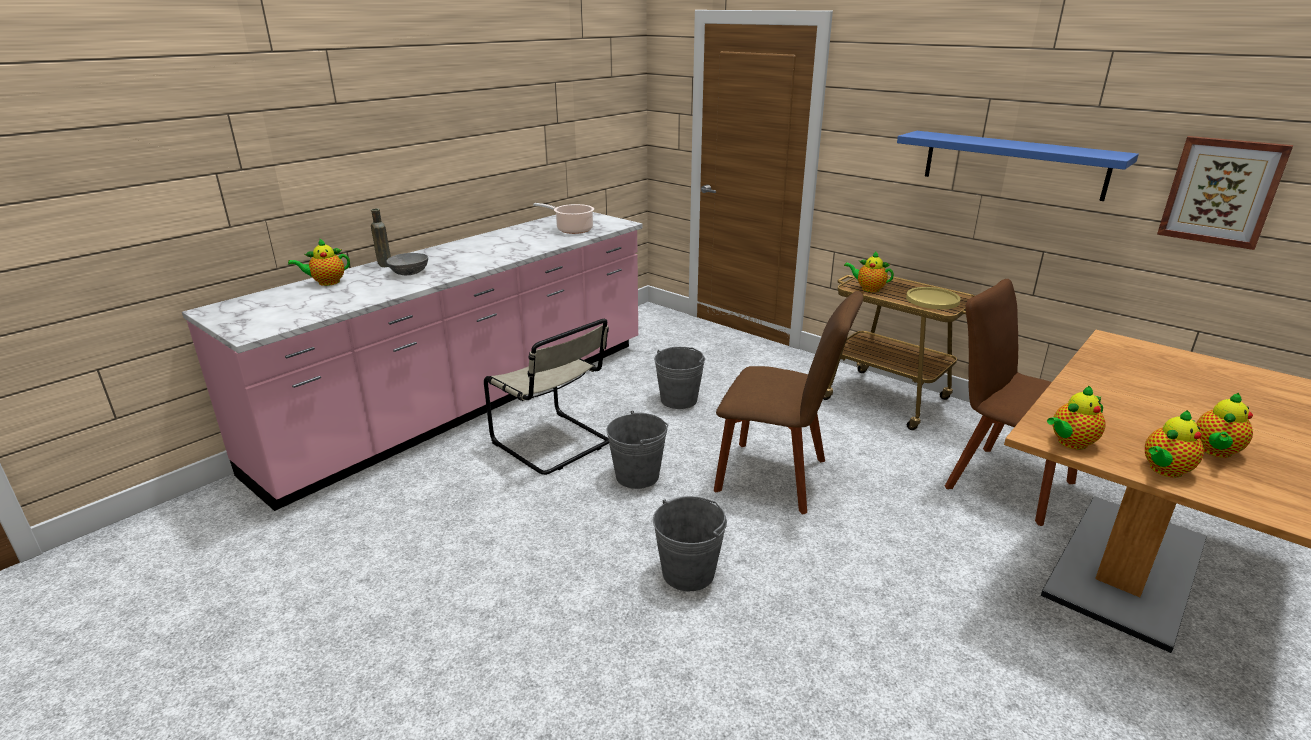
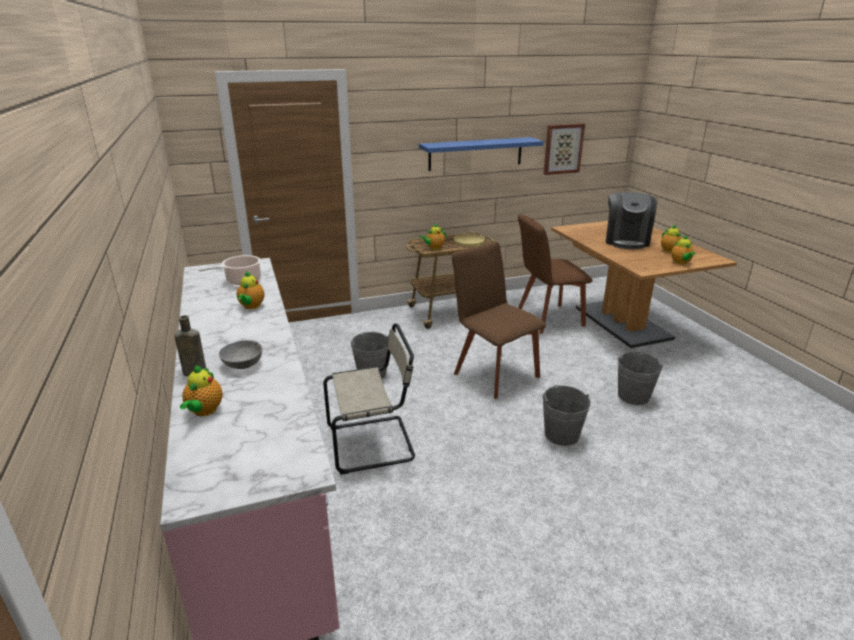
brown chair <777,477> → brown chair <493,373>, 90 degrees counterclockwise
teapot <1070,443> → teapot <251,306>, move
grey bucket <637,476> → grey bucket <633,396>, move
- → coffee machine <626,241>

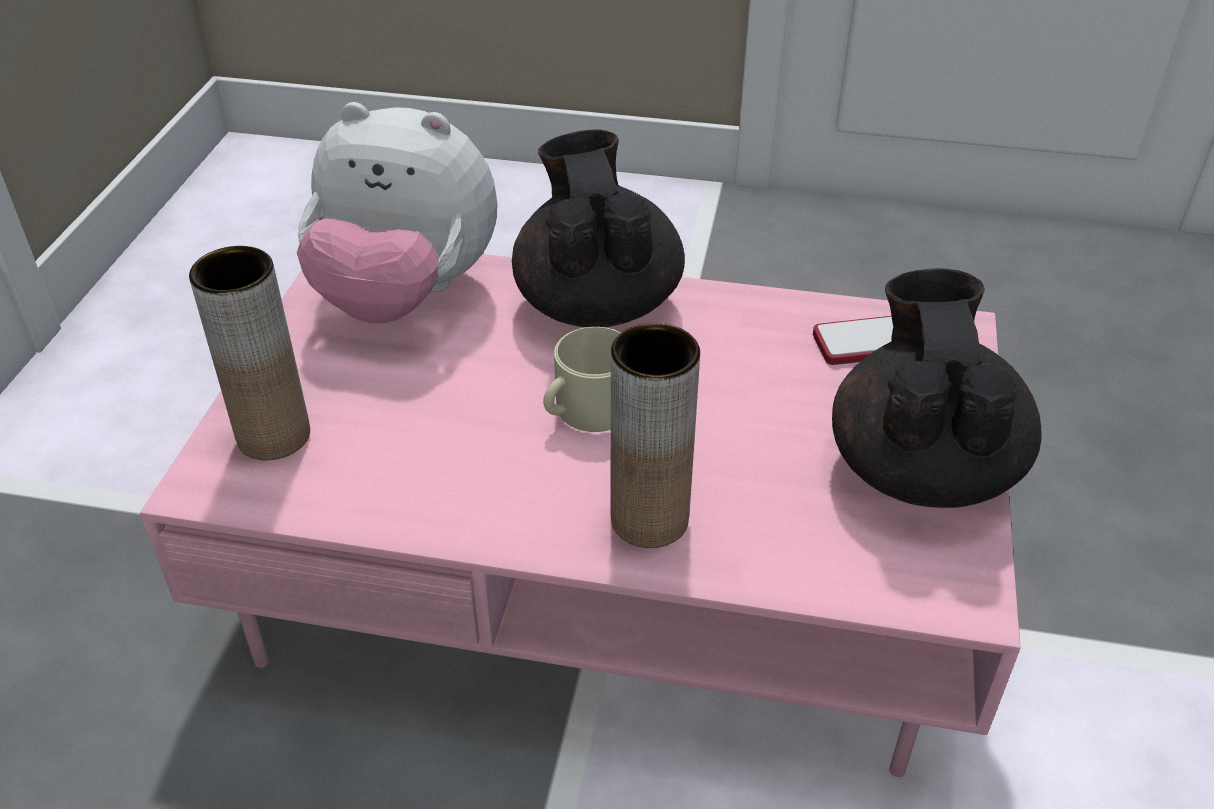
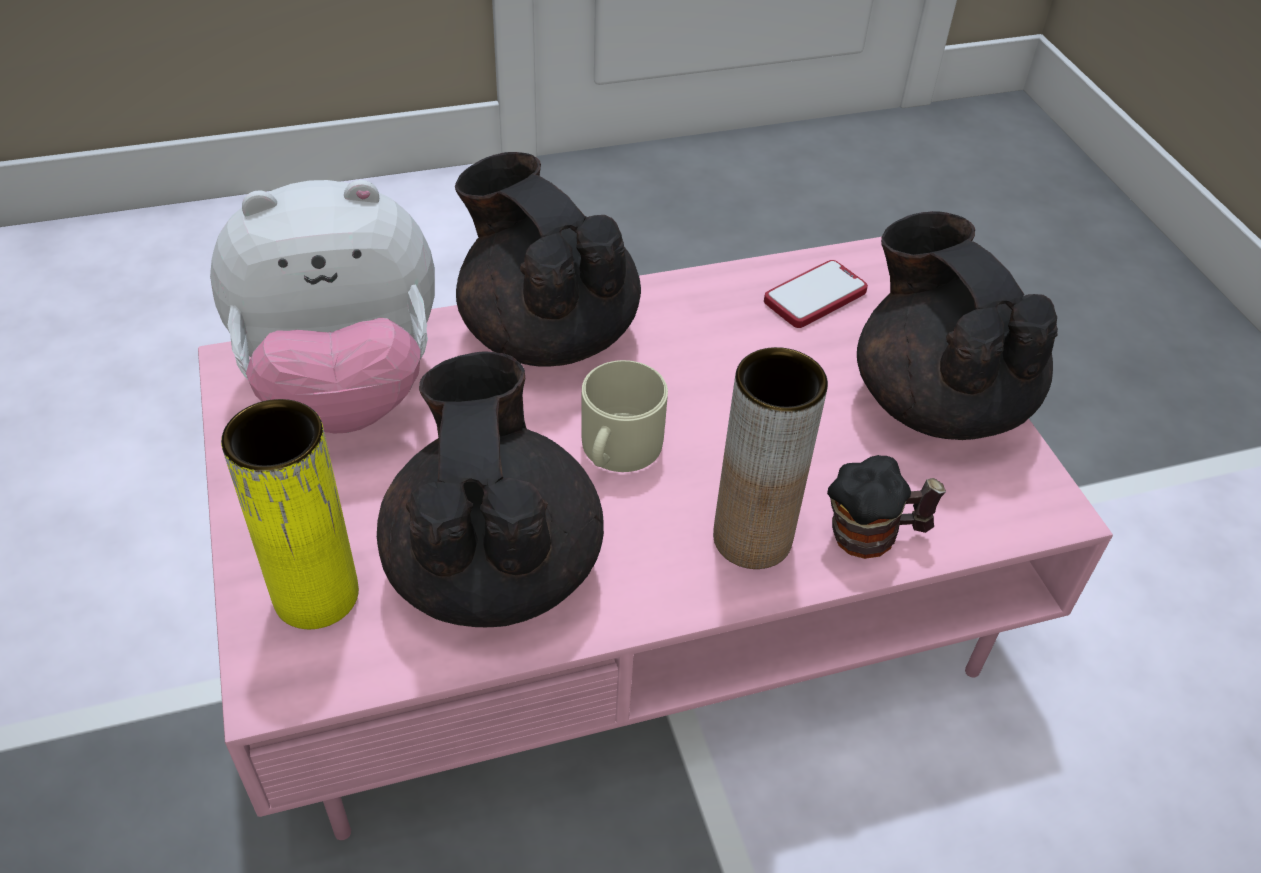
brown vase <274,436> → yellow vase <316,595>
- → black teapot <493,566>
- → mug <873,536>

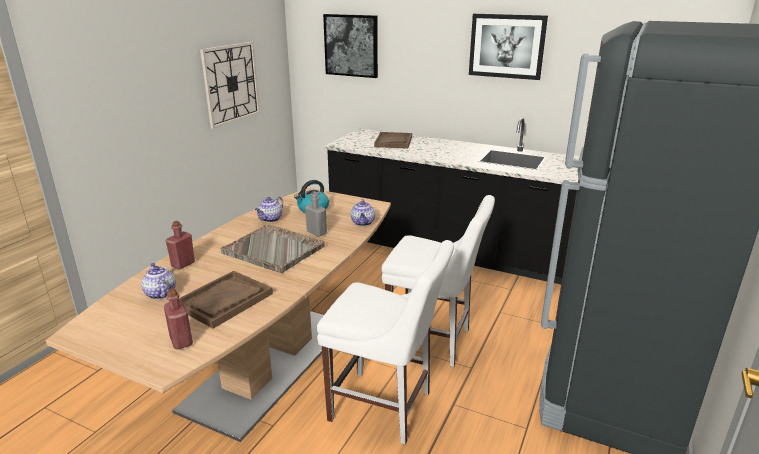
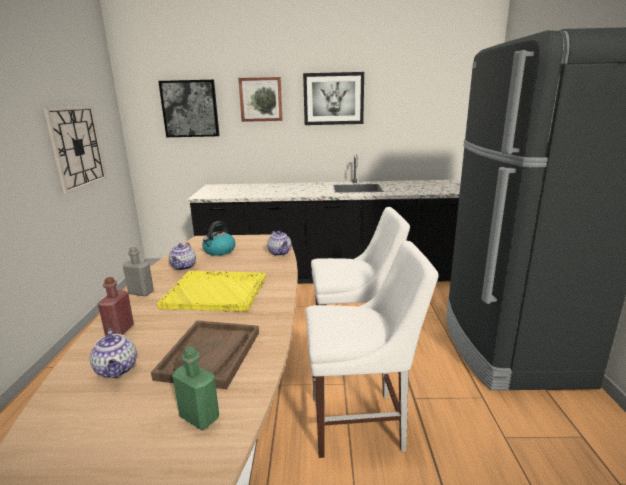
brown tray <393,141> → -
grey bottle <316,232> → grey bottle <141,292>, move
grey tray <274,250> → yellow tray <216,292>
teapot <160,293> → teapot <117,370>, 150 degrees counterclockwise
red bottle <181,341> → green bottle <199,417>
- → picture <261,99>

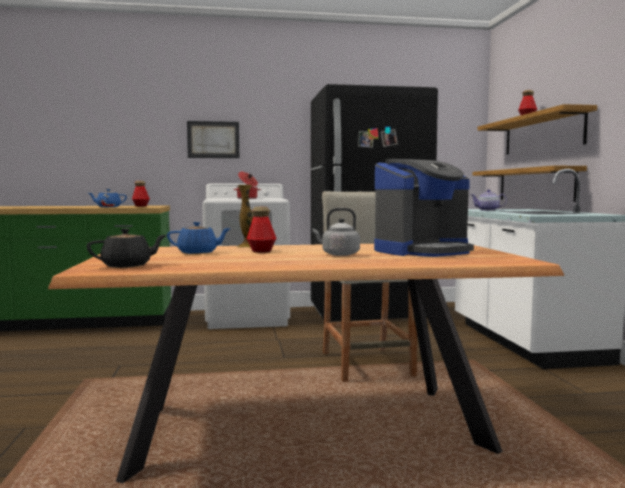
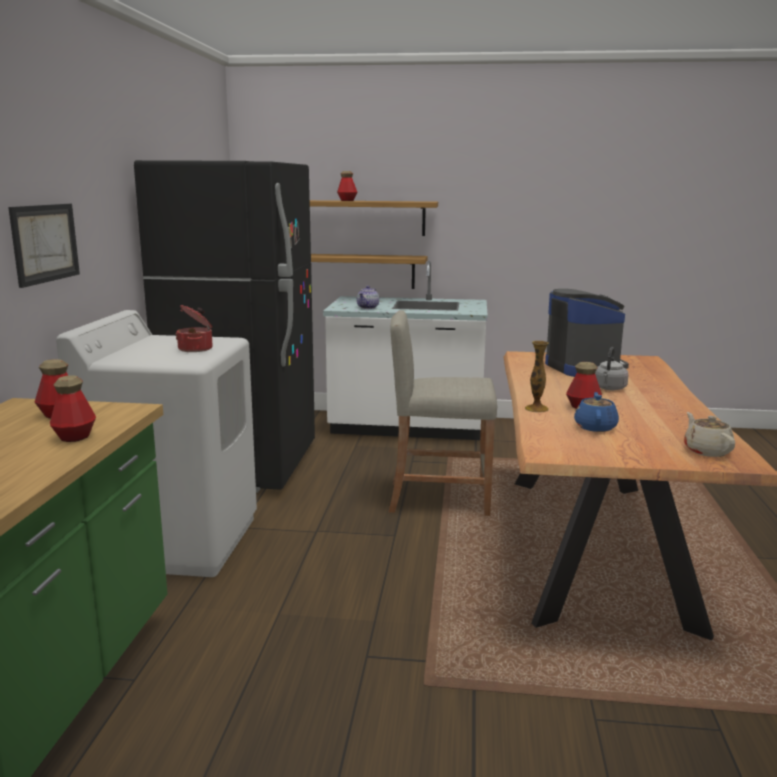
blue teapot <108,207> → bottle <75,437>
black teapot <128,266> → beige teapot <706,451>

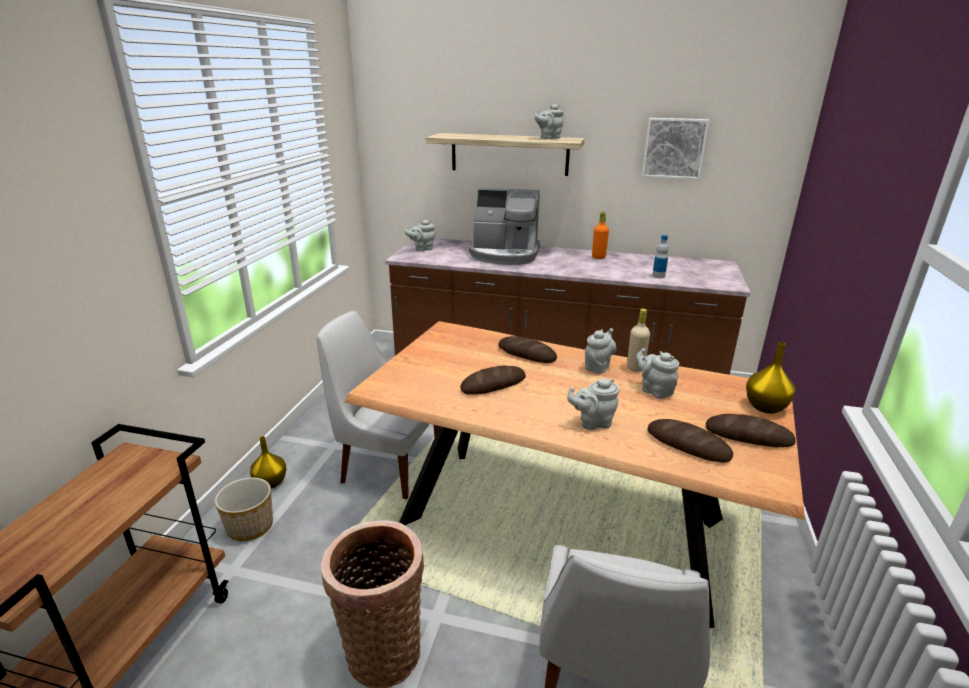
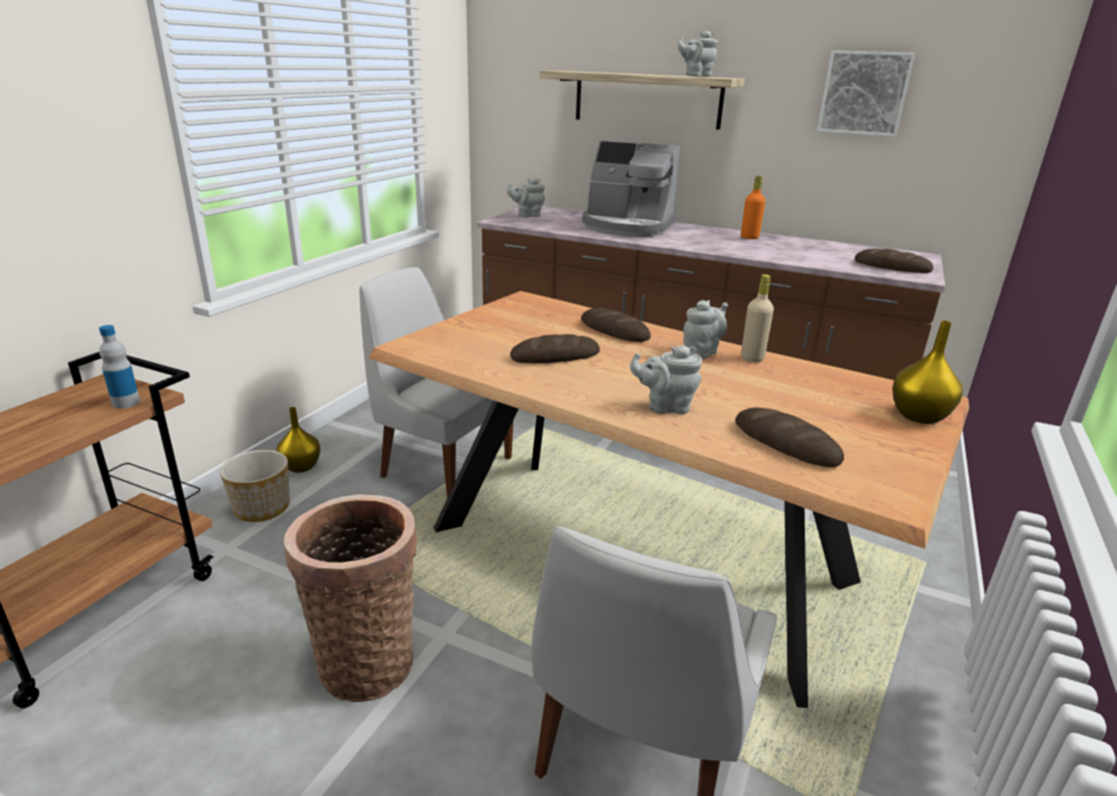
bottle <658,276> → bottle <126,403>, move
grey teapot <654,390> → -
bread <748,436> → bread <892,267>, move

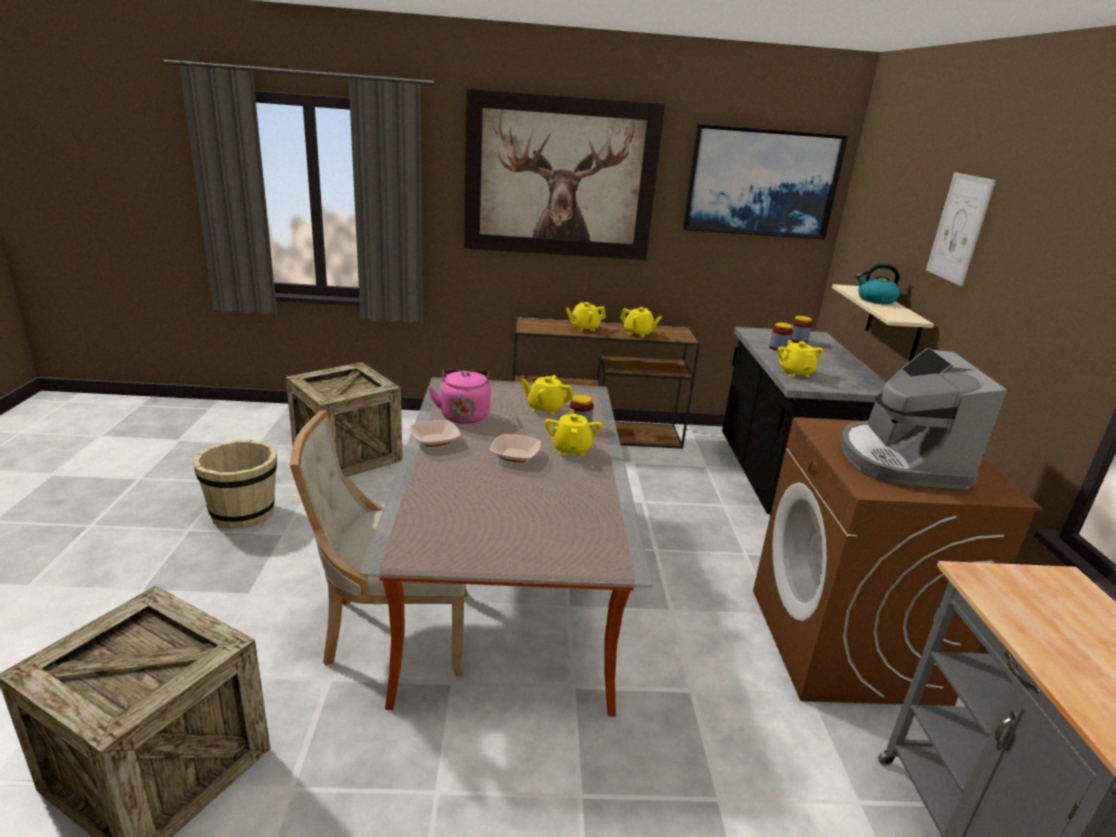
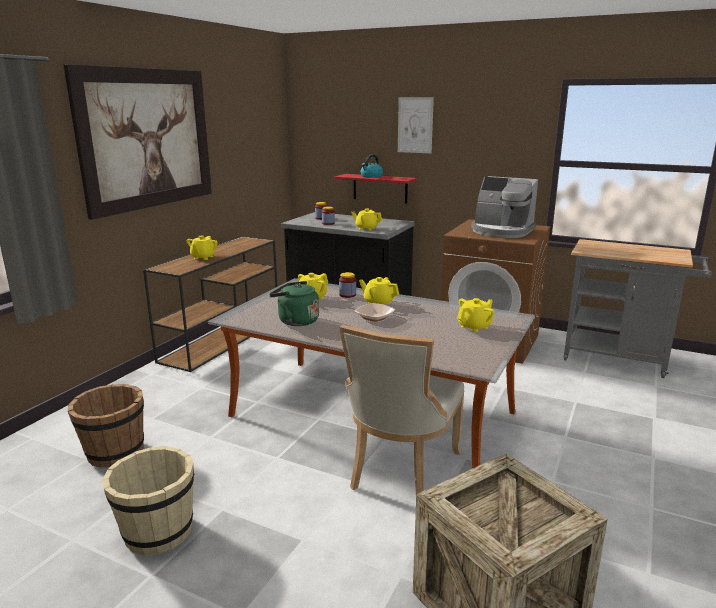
picture <762,182> → -
beige shelf <893,324> → red shelf <380,188>
yellow teapot <638,333> → yellow teapot <474,327>, move
crate <347,455> → brown bucket <114,453>
pink kettle <464,415> → green kettle <295,321>
bowl <435,440> → -

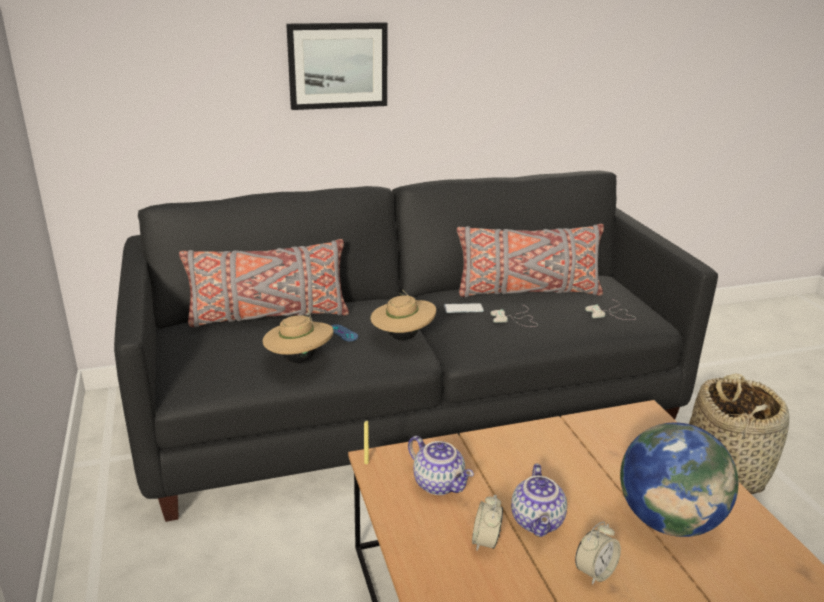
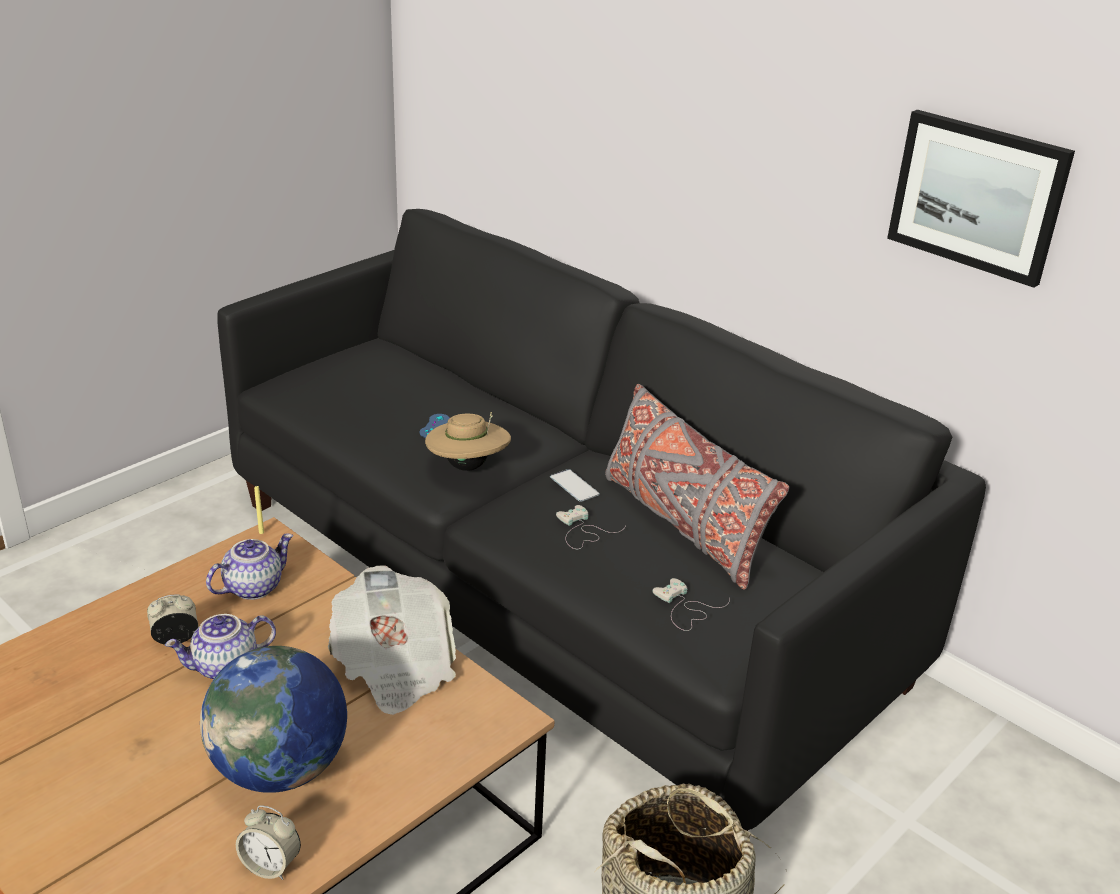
picture <337,65> → picture <977,196>, move
grey pillow <268,316> → -
beige hat <299,359> → -
teapot <439,484> → teapot <253,586>, 150 degrees counterclockwise
alarm clock <594,572> → alarm clock <271,865>, move
- → newspaper <394,666>

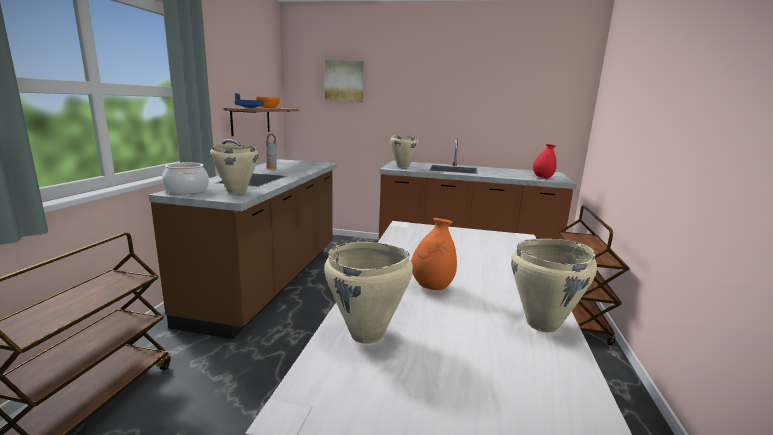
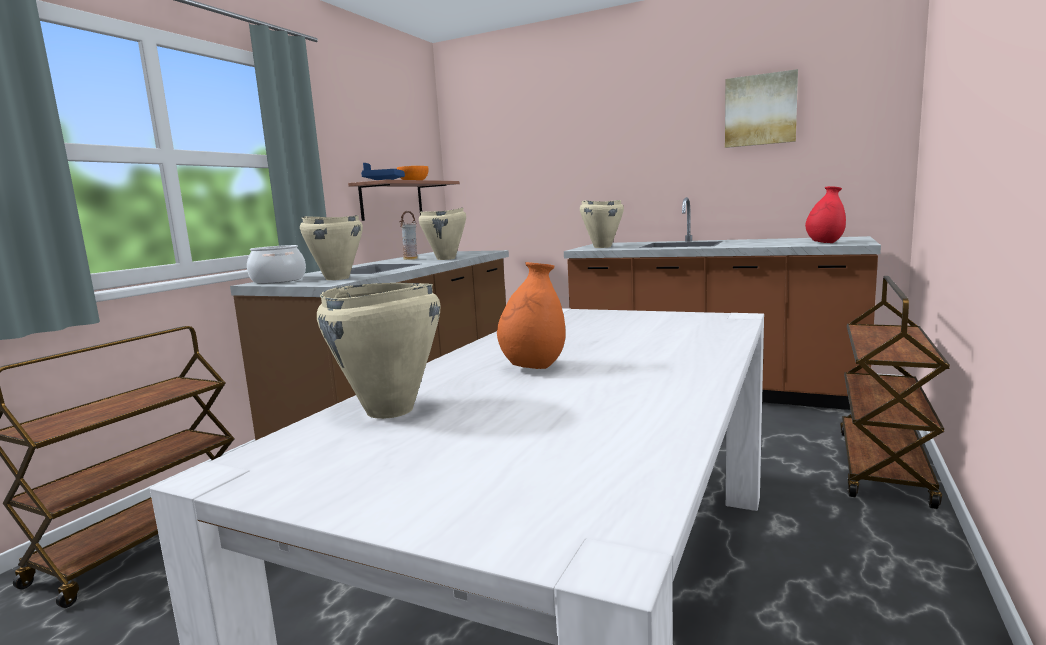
picture <344,81> → picture <760,110>, move
beige cooking pot <543,324> → beige cooking pot <446,259>, move

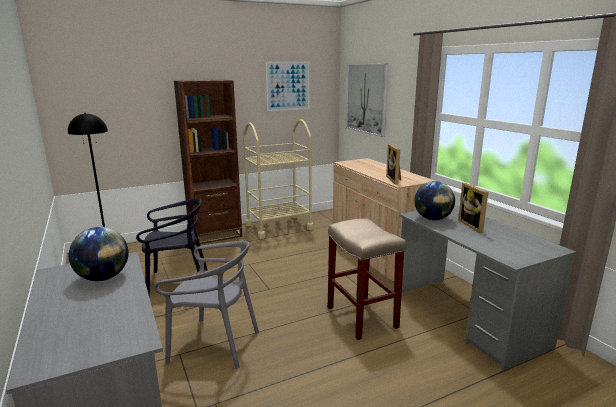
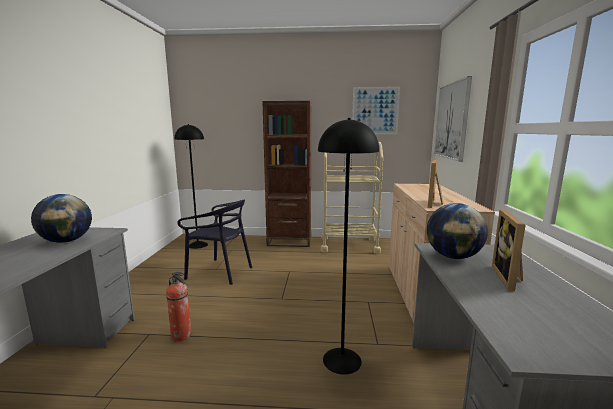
beige stool <361,316> → black floor lamp <341,360>
grey chair <214,344> → fire extinguisher <181,335>

